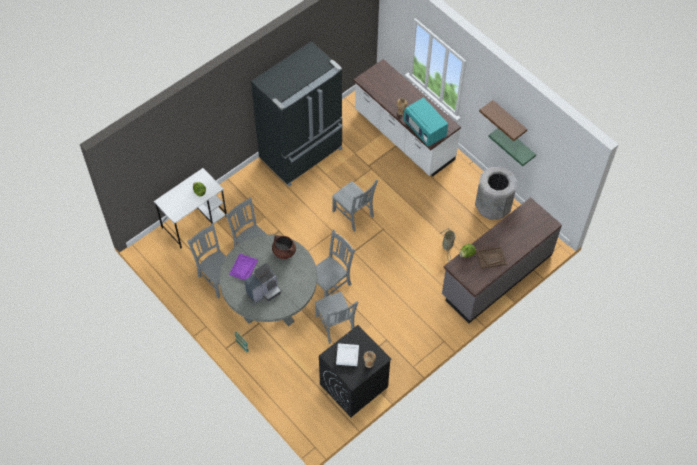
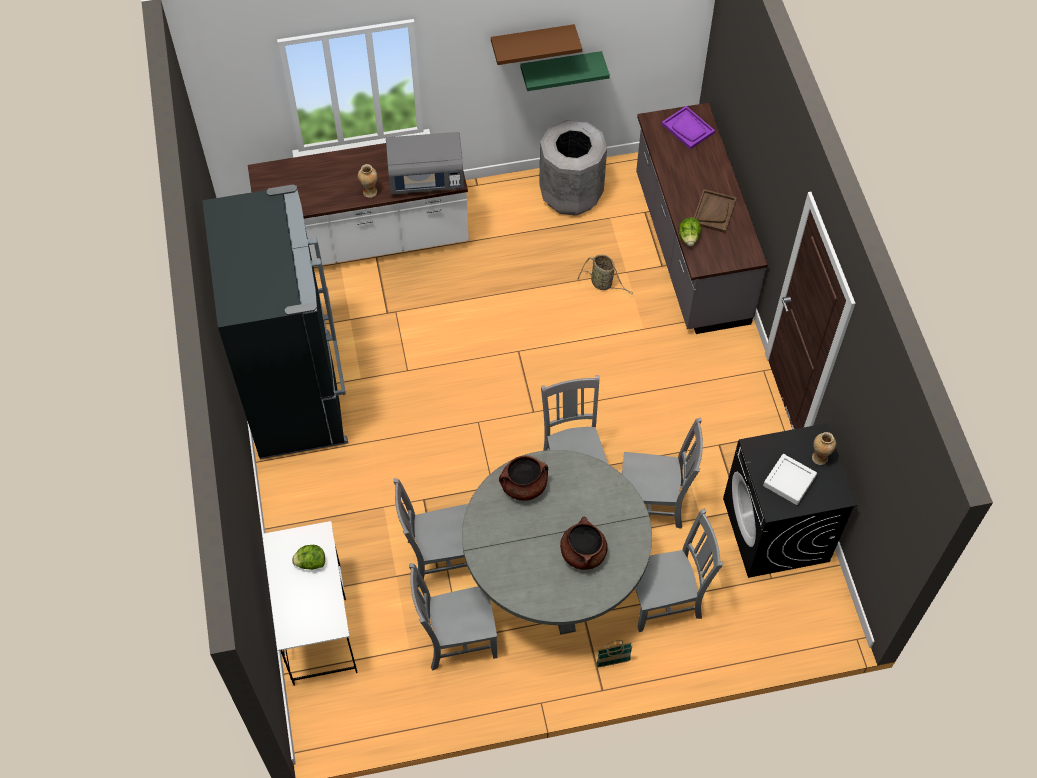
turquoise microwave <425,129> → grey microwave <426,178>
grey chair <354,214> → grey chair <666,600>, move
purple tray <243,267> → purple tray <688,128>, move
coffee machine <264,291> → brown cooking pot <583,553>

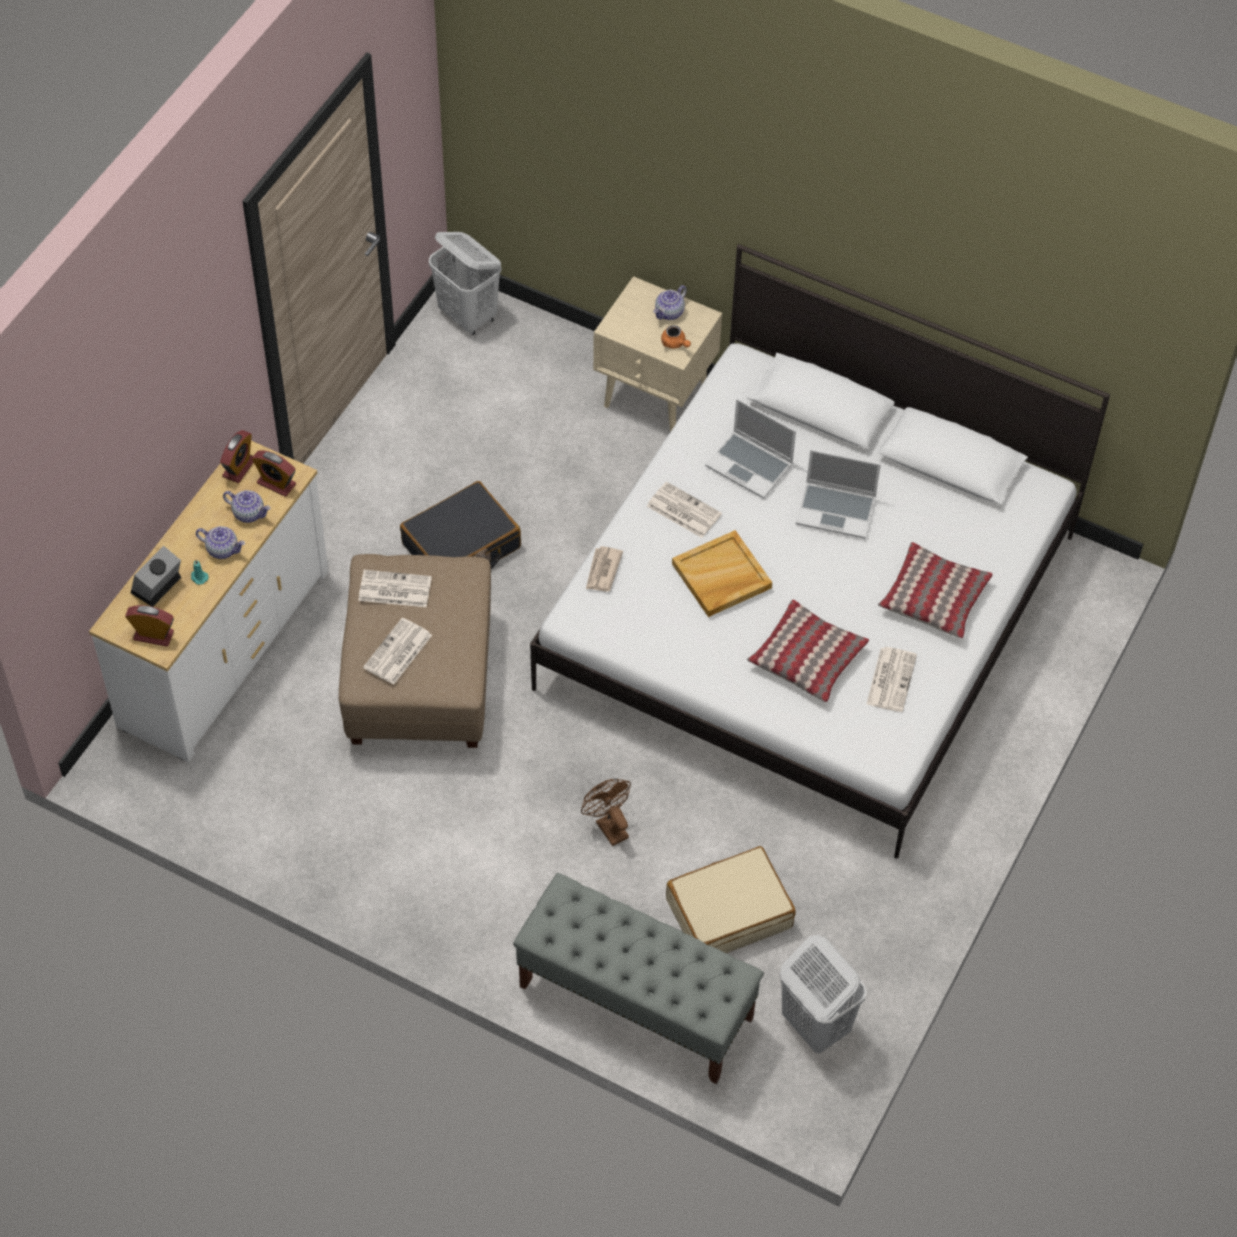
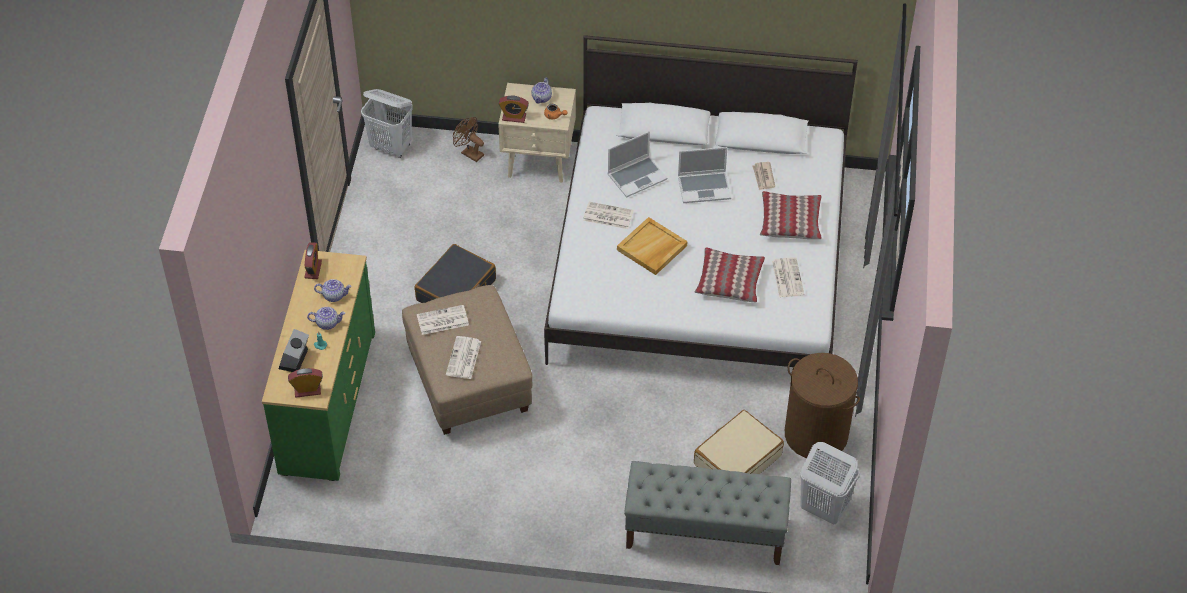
laptop <750,466> → laptop <637,176>, 45 degrees counterclockwise
white dresser <223,648> → green dresser <327,402>
alarm clock <276,483> → alarm clock <514,117>, move
newspaper <602,571> → newspaper <763,177>, move
brown fan <608,826> → brown fan <469,153>, move
- → brown laundry basket <815,435>

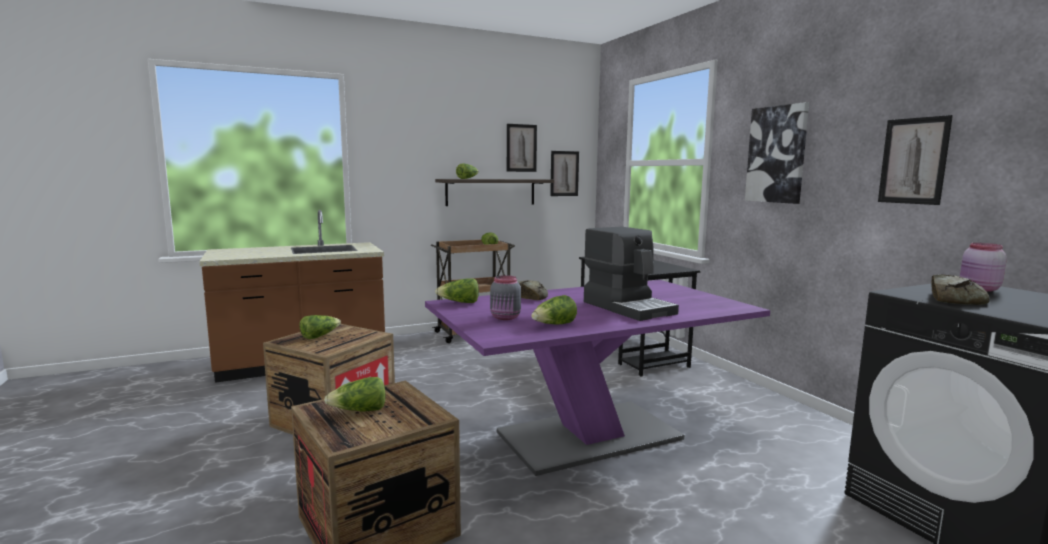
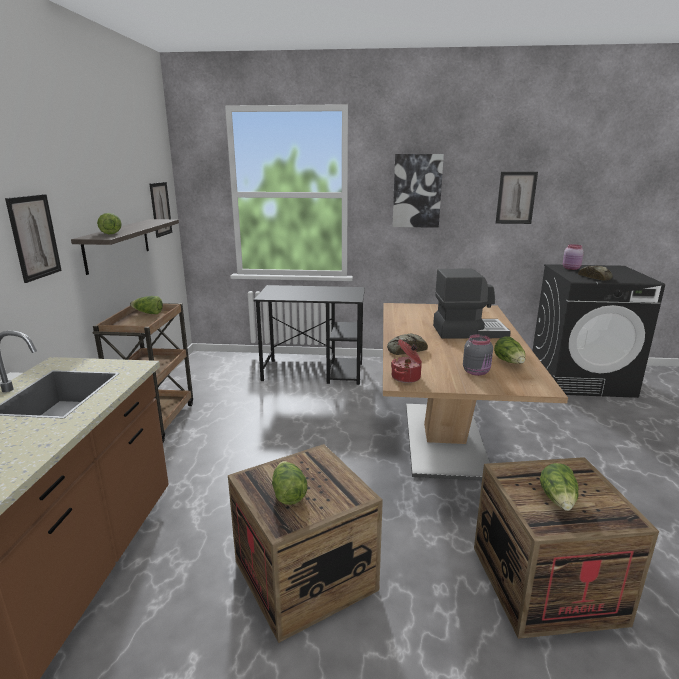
picture <521,148> → picture <34,237>, move
lettuce <459,303> → cooking pot <406,377>
purple dining table <589,436> → brown dining table <444,439>

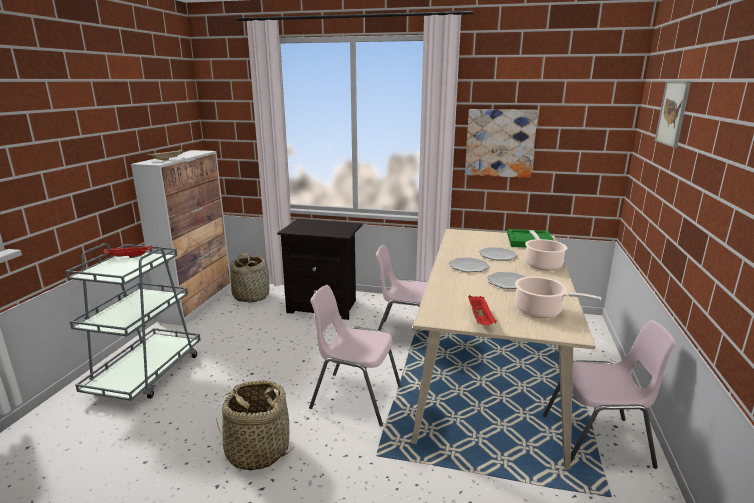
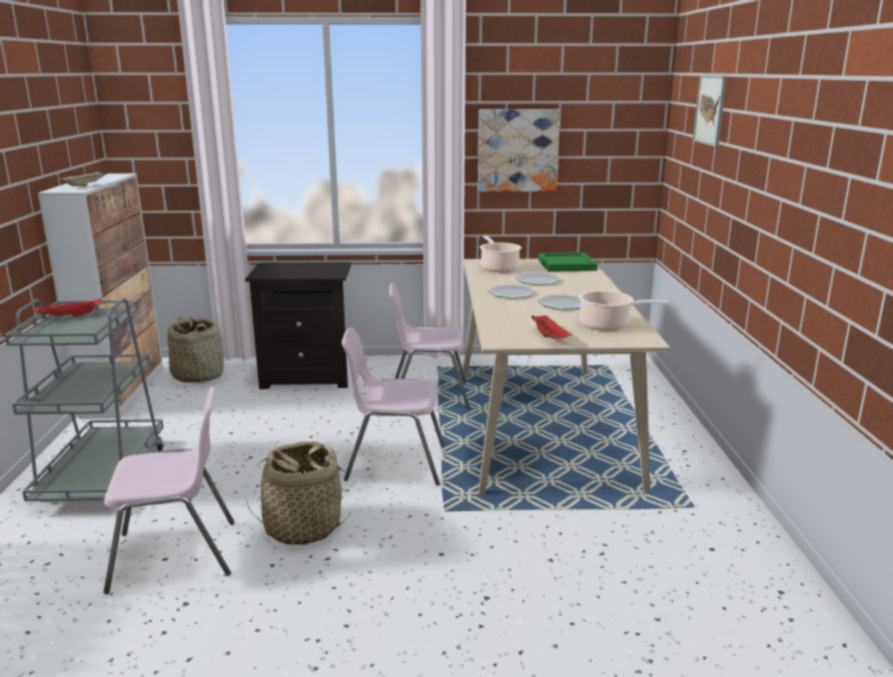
cooking pot <542,264> → cooking pot <498,268>, move
pink chair <598,441> → pink chair <176,555>, move

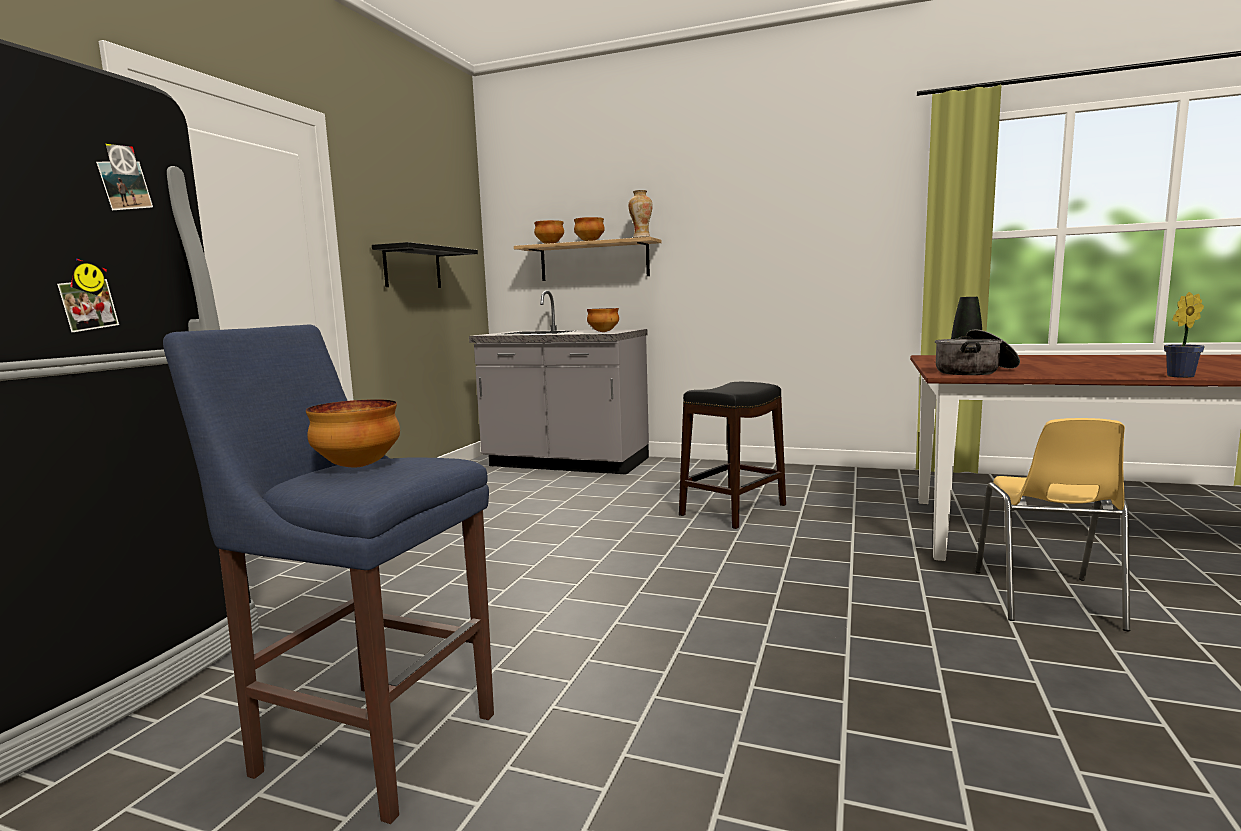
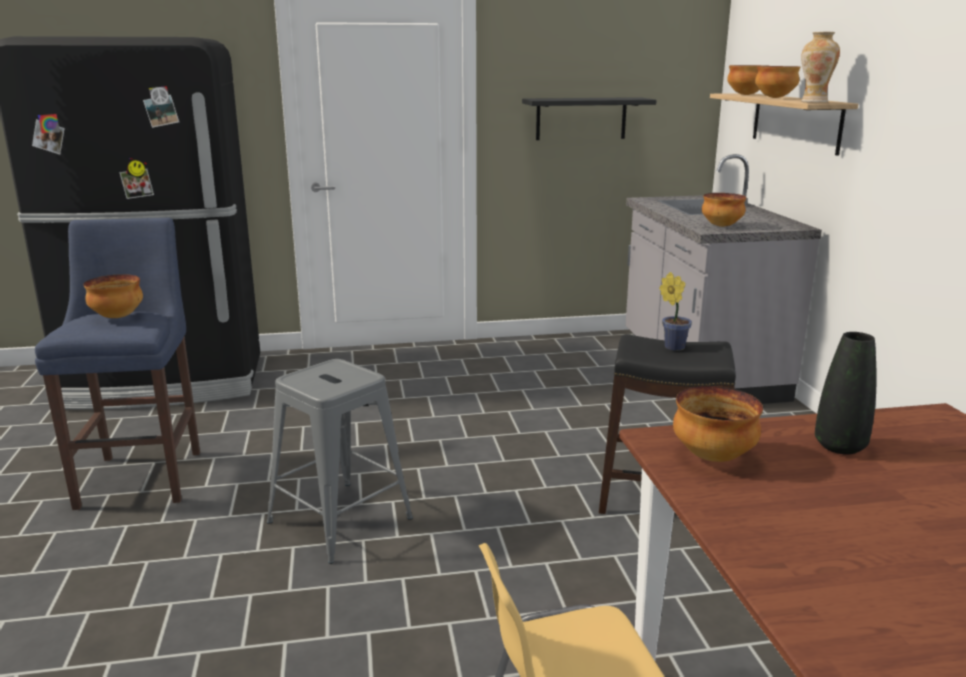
potted plant <1177,376> → potted plant <672,346>, move
cooking pot <975,371> → bowl <713,456>
- → grey stool <339,520>

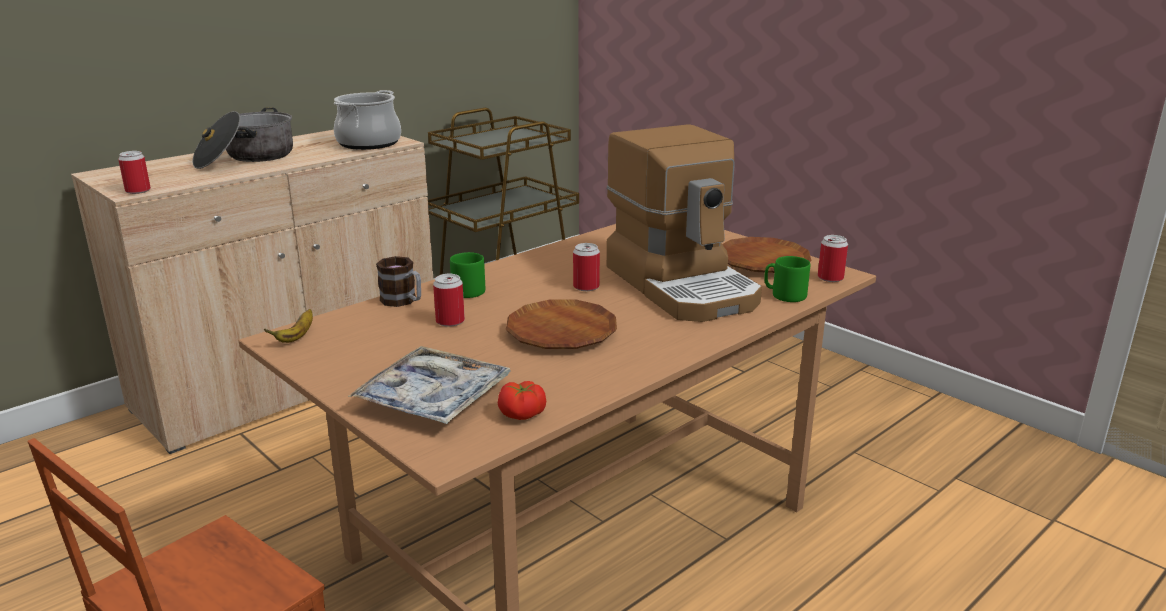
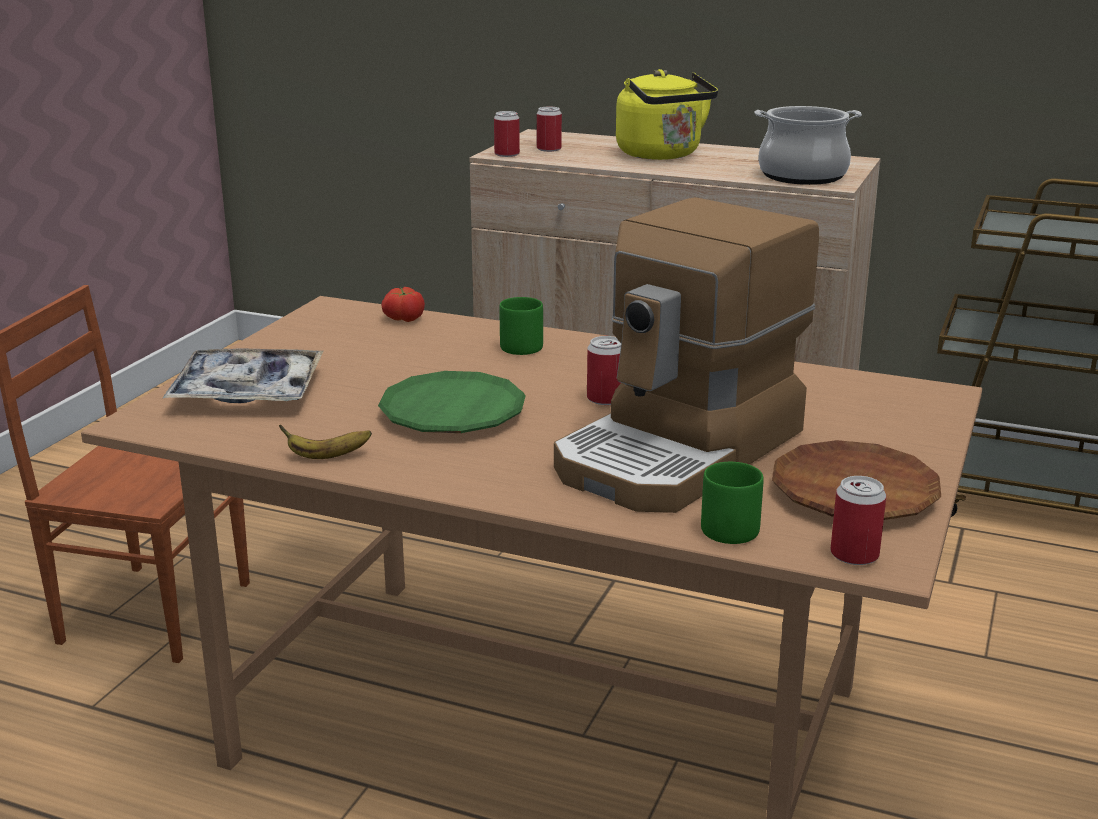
cooking pot <246,158> → yellow kettle <662,155>
mug <403,301> → -
can <450,321> → can <549,149>, move
brown plate <561,332> → green plate <452,413>
banana <296,337> → banana <327,456>, move
tomato <522,415> → tomato <403,318>, move

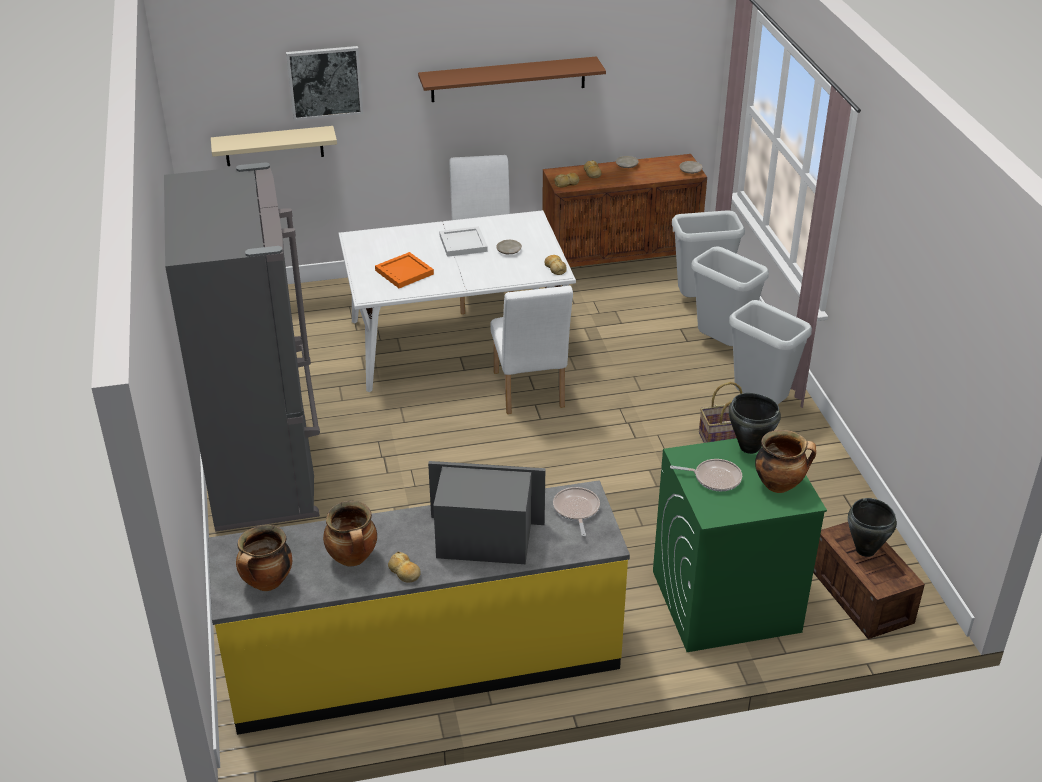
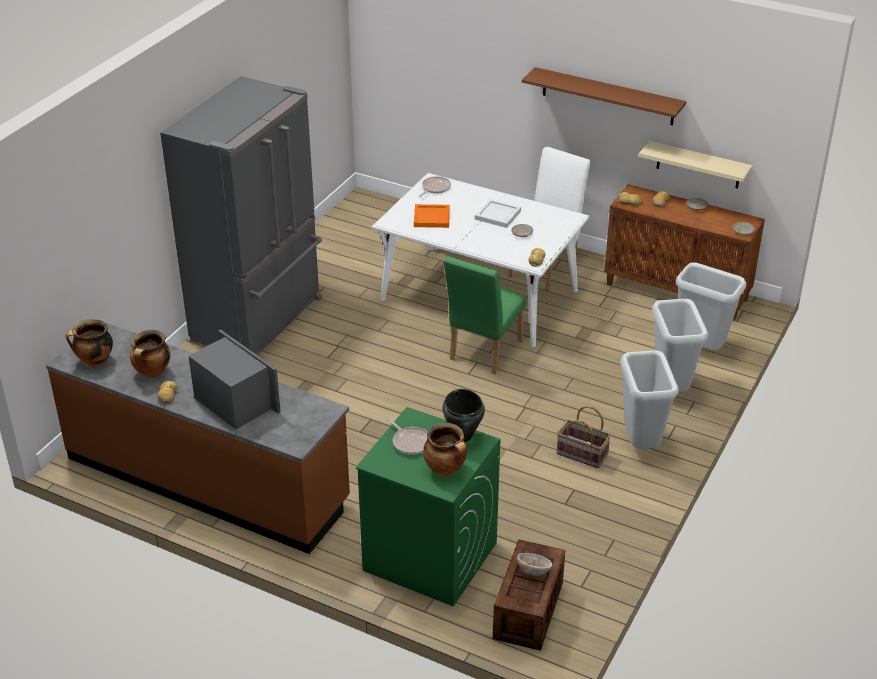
picture <325,82> → -
beige shelf <274,146> → beige shelf <698,165>, move
white chair <529,393> → green chair <482,353>
yellow counter <424,661> → brown counter <207,479>
frying pan <576,510> → frying pan <435,188>, move
black cooking pot <865,550> → bowl <533,571>

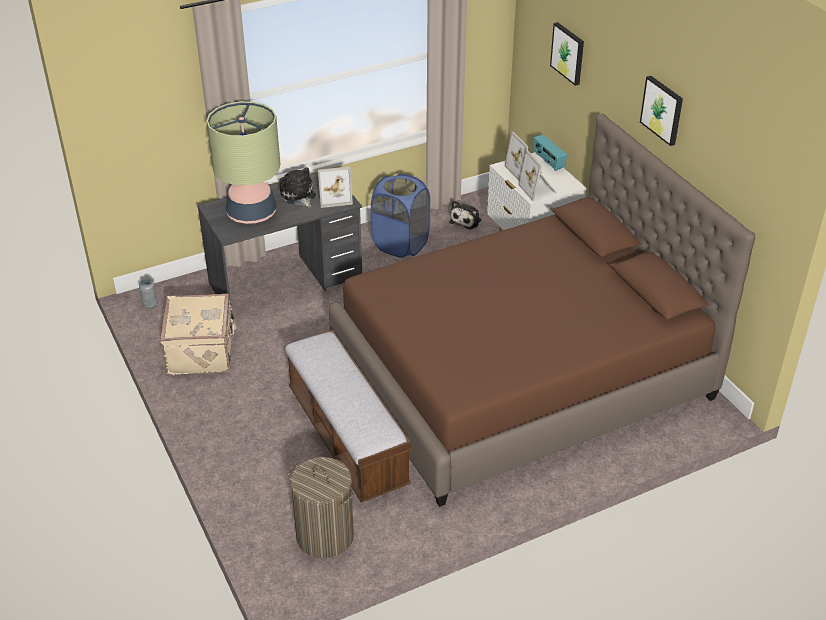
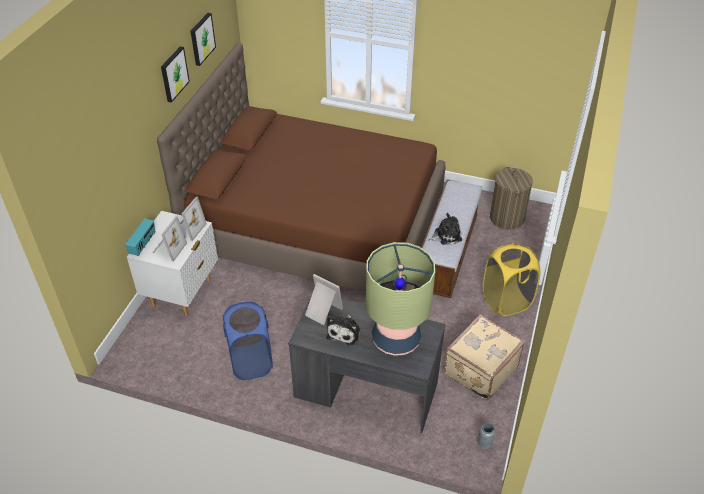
picture <568,53> → picture <201,38>, move
plush toy <466,220> → plush toy <446,235>, move
- → yellow laundry basket <506,301>

